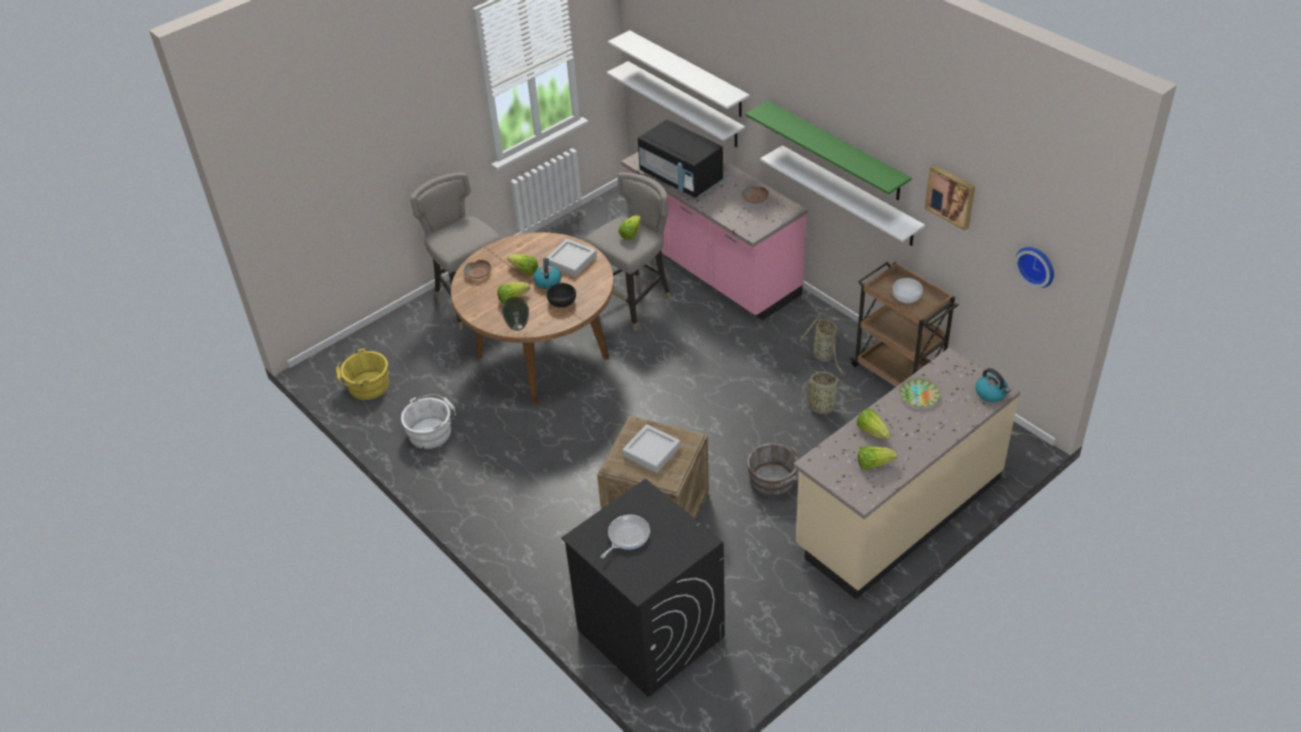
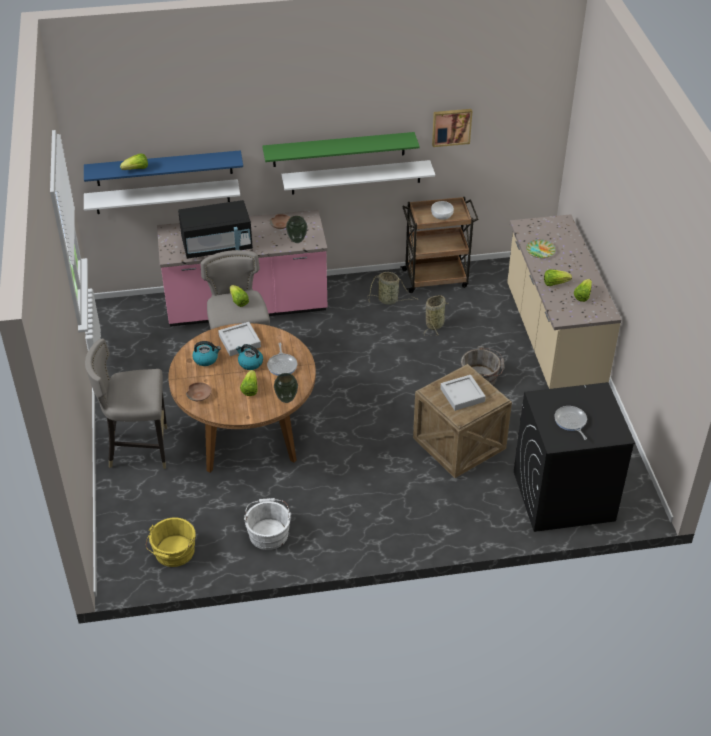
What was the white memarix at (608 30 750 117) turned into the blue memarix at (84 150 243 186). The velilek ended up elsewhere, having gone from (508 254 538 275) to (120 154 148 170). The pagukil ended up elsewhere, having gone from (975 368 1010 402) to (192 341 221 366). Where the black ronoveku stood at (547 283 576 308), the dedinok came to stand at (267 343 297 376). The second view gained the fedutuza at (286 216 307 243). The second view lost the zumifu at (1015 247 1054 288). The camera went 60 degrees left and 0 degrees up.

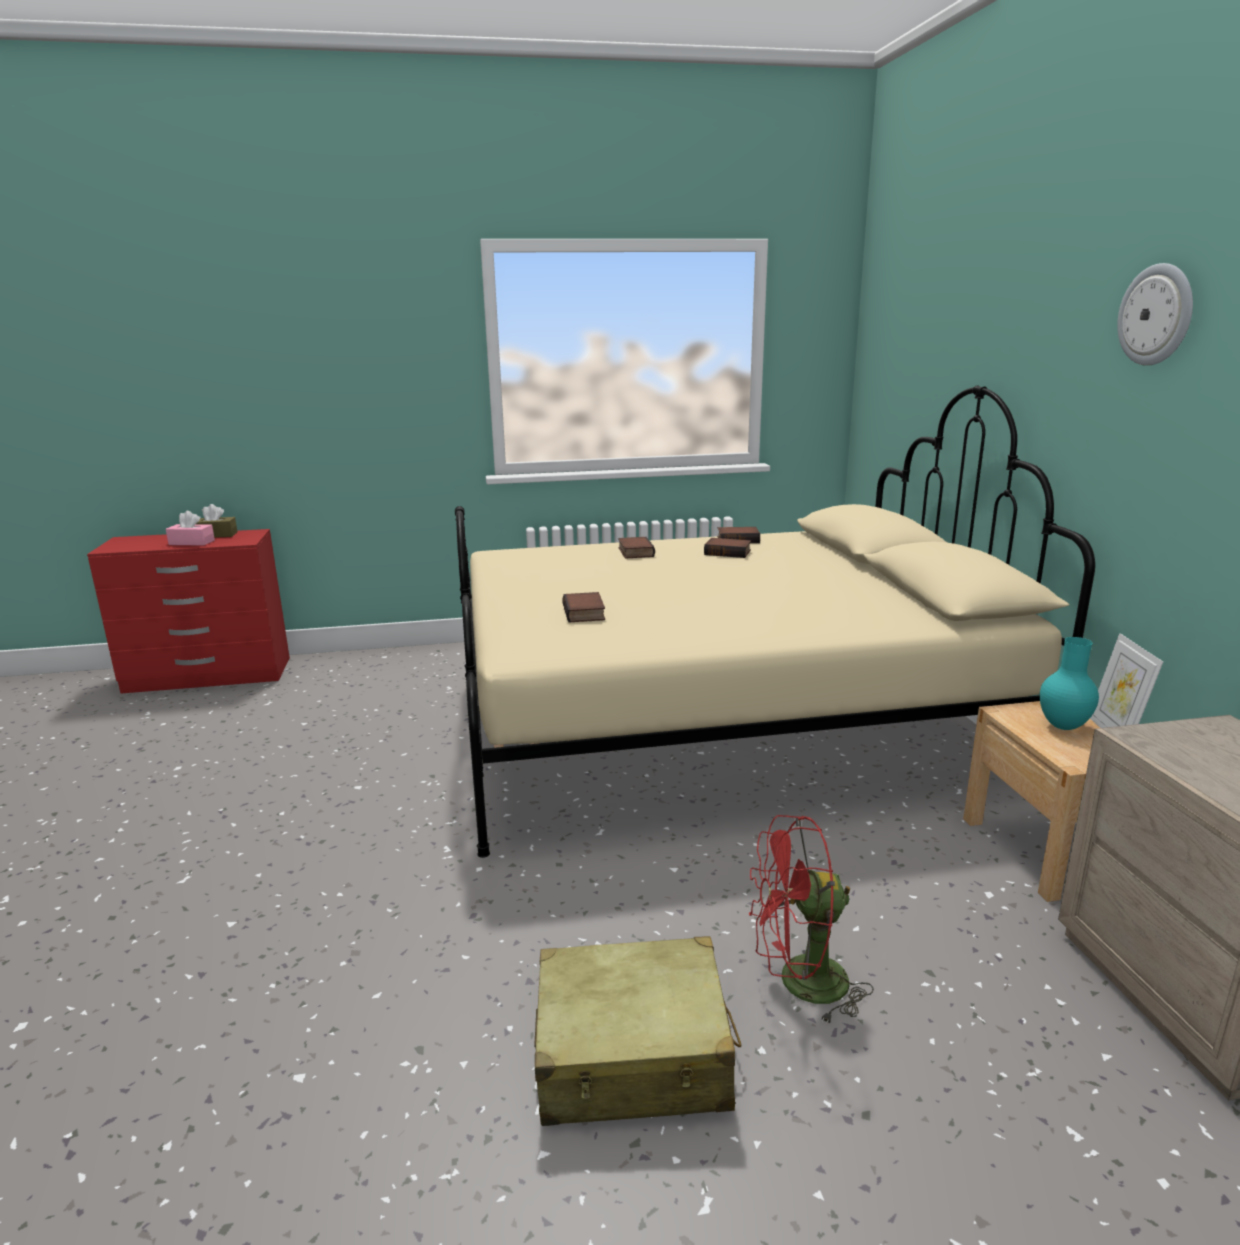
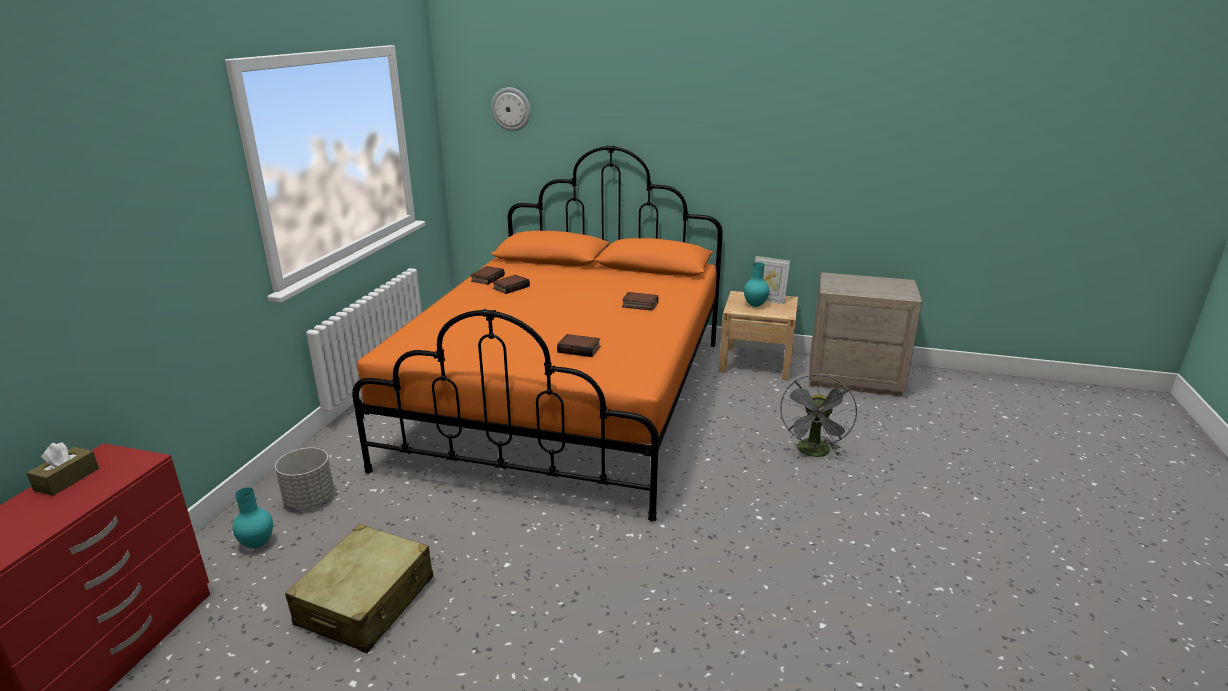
The second view gained the turquoise fedutuza at (232 487 273 548). The second view gained the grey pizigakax at (275 448 334 508). The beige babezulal ended up elsewhere, having gone from (534 936 742 1126) to (285 524 433 653). What was the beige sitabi at (455 385 1095 858) turned into the orange sitabi at (352 145 723 521). The zumifu ended up elsewhere, having gone from (1117 263 1193 366) to (491 87 531 131). The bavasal ended up elsewhere, having gone from (618 537 655 559) to (622 292 658 311). What was the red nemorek at (749 815 874 1026) turned into the grey nemorek at (780 374 857 457). The second view lost the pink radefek at (166 511 215 546). The camera went 65 degrees left and 5 degrees up.

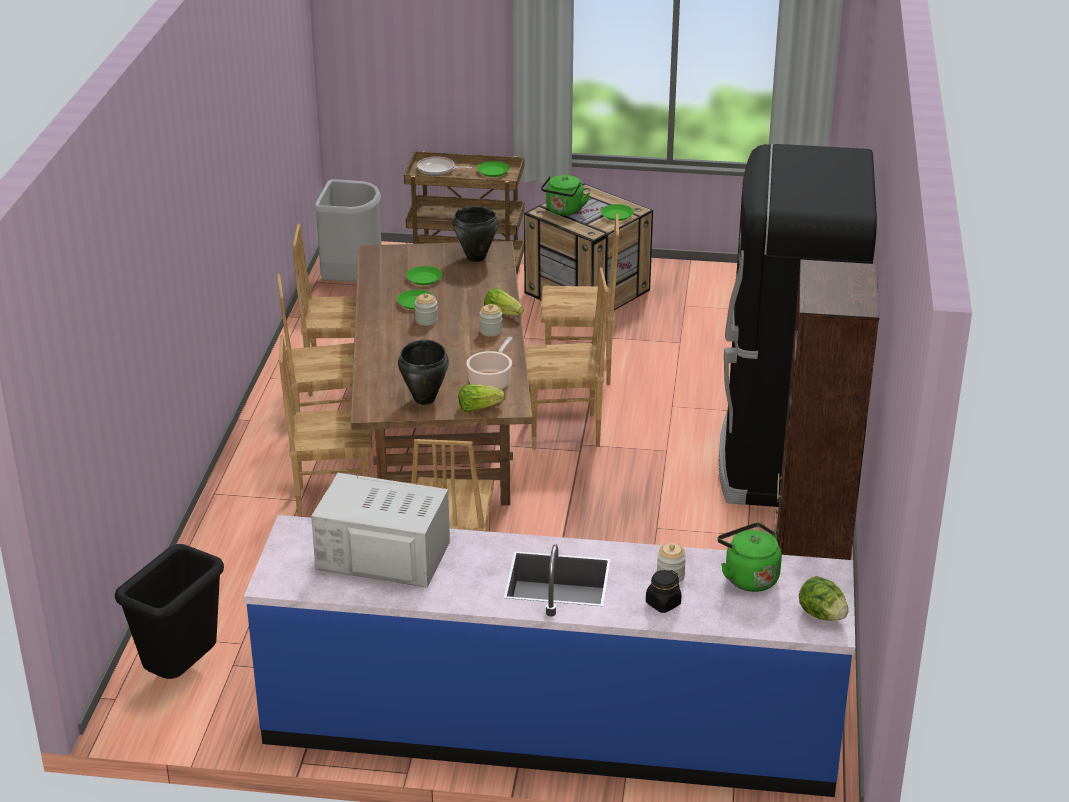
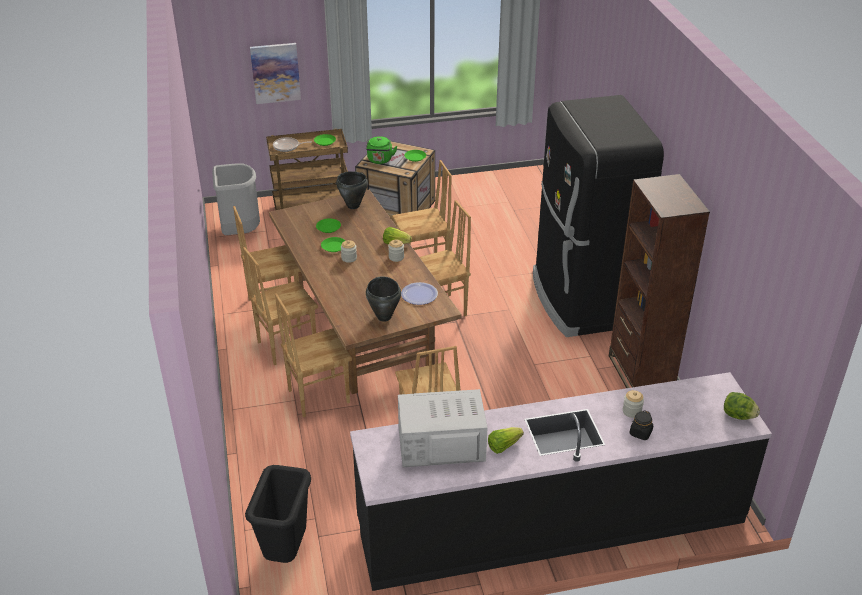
The second view gained the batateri at (250 43 301 104). What was the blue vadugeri at (244 515 855 797) turned into the black vadugeri at (350 372 772 591). Where the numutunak stood at (466 337 513 390), the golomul came to stand at (401 282 438 305). The velilek ended up elsewhere, having gone from (459 384 505 412) to (488 427 524 454). The second view lost the green pagukil at (718 523 782 592). The camera went 20 degrees left and 5 degrees up.

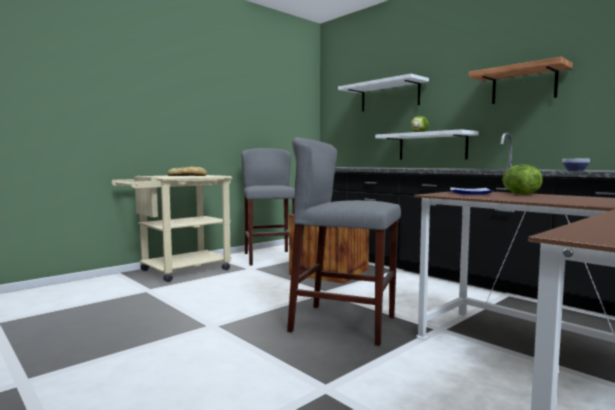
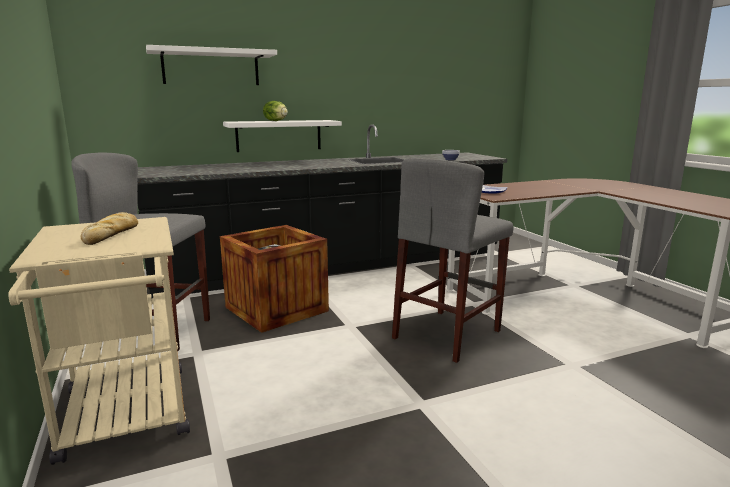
The second view lost the memarix at (468 57 573 104). The second view lost the velilek at (503 164 543 195). The camera went 70 degrees left and 10 degrees up.

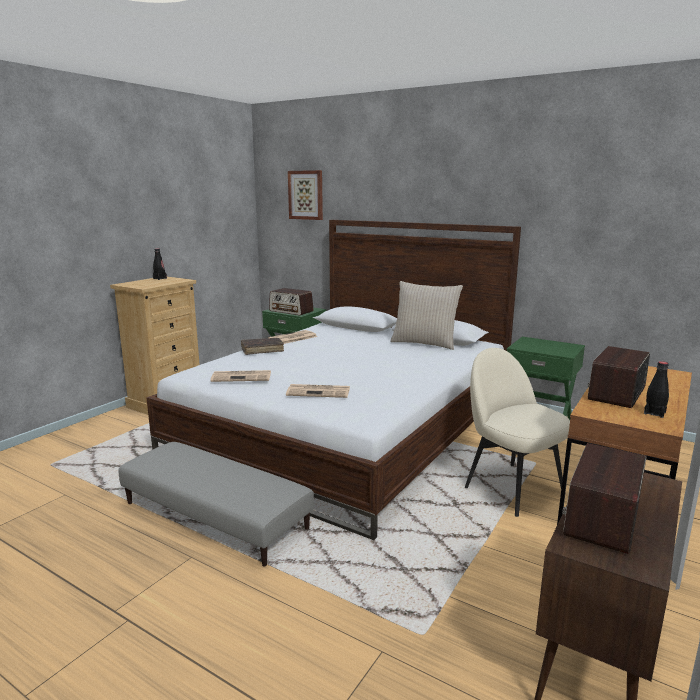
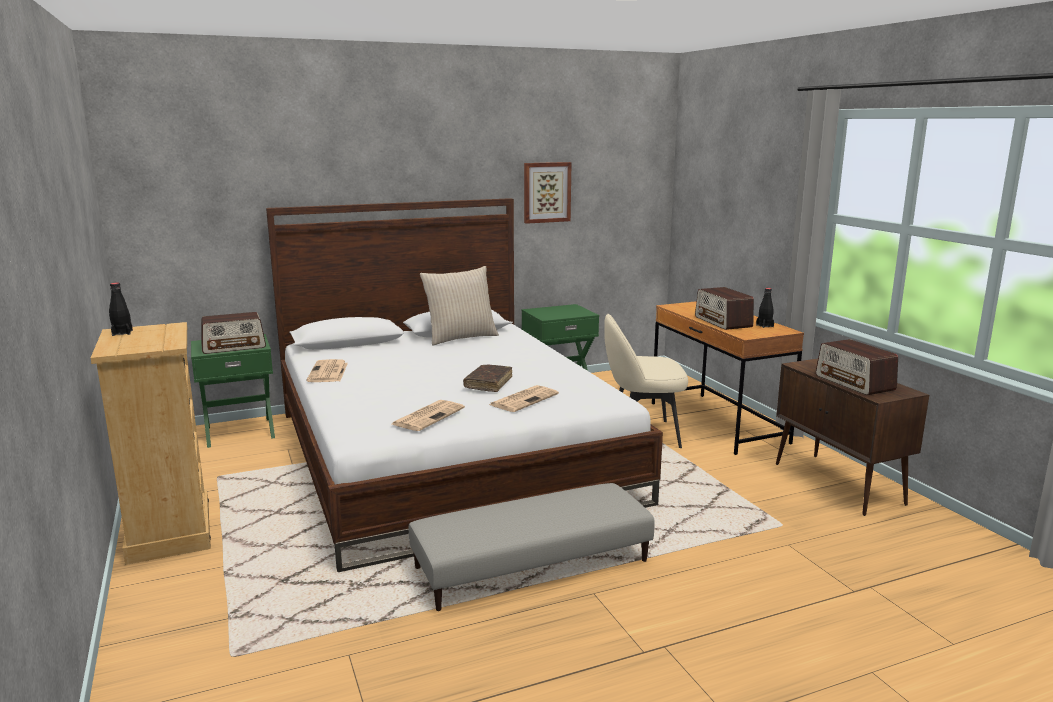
The brown bavasal ended up elsewhere, having gone from (241 338 284 355) to (463 364 512 392). The batateri ended up elsewhere, having gone from (288 170 323 220) to (524 162 572 224). The camera went 55 degrees left and 0 degrees up.

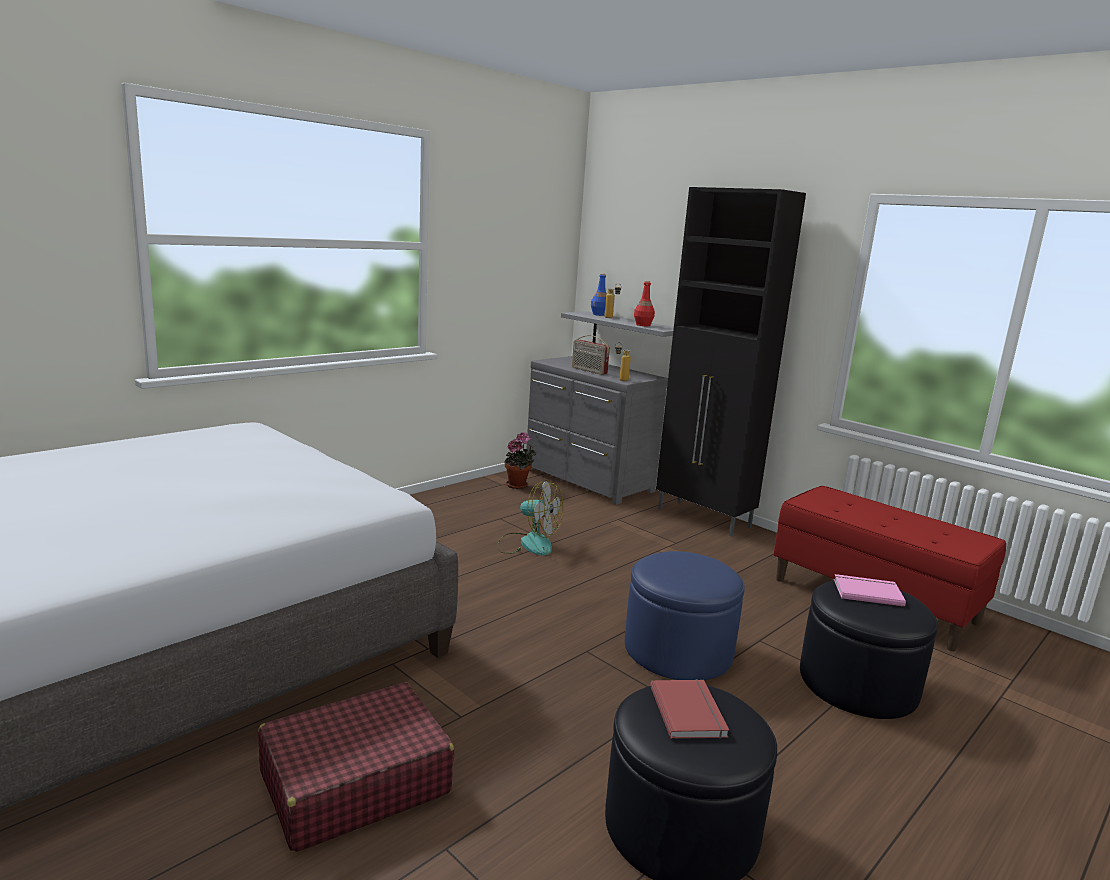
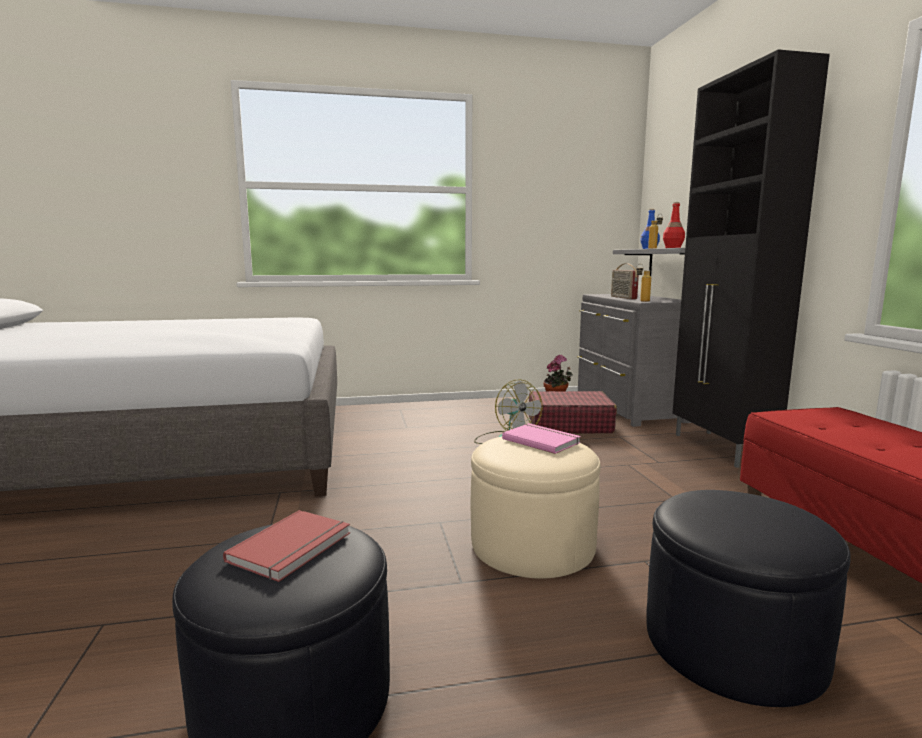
What was the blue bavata at (625 551 745 680) turned into the beige bavata at (471 437 601 579). The pink bavasal ended up elsewhere, having gone from (834 574 906 607) to (502 423 581 454). The red babezulal ended up elsewhere, having gone from (258 682 454 852) to (529 391 617 433). The camera went 35 degrees right and 5 degrees down.

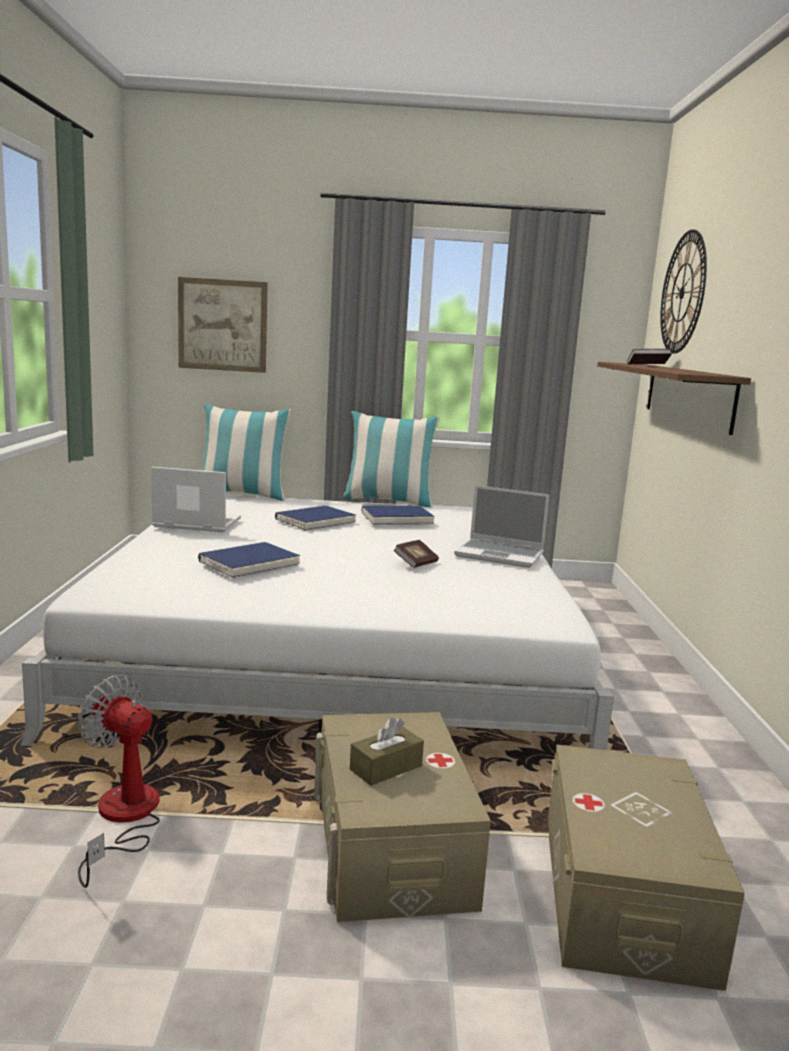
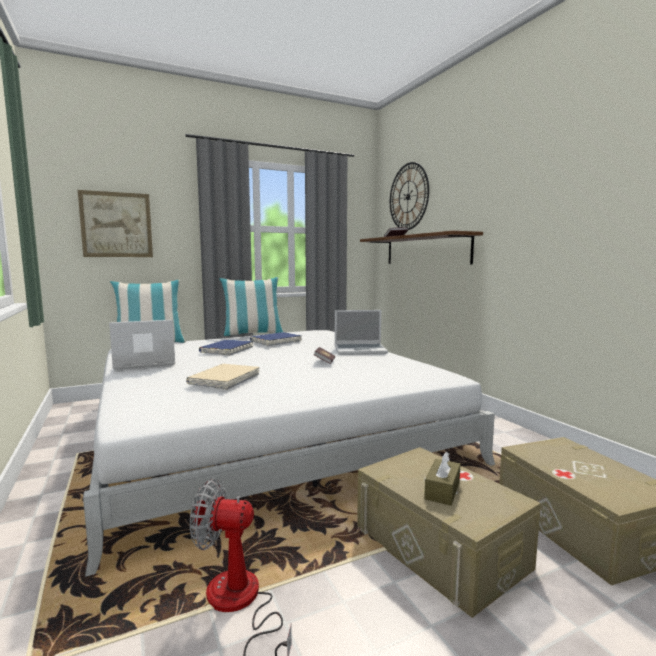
What was the blue bavasal at (198 542 300 579) turned into the beige bavasal at (186 364 260 390). The camera went 25 degrees left and 5 degrees down.

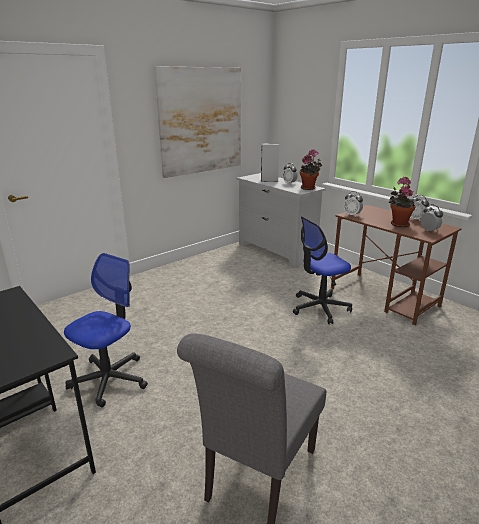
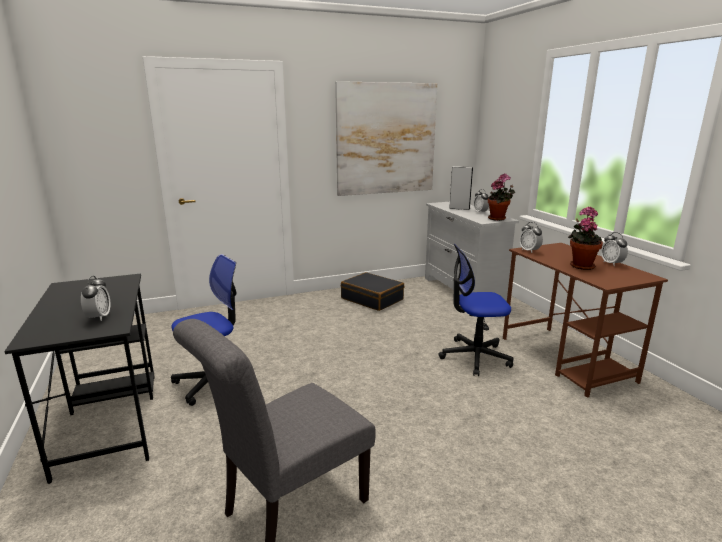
The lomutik ended up elsewhere, having gone from (420 204 443 232) to (81 276 110 321). The second view gained the black babezulal at (341 272 404 311). The camera went 20 degrees right and 5 degrees down.

